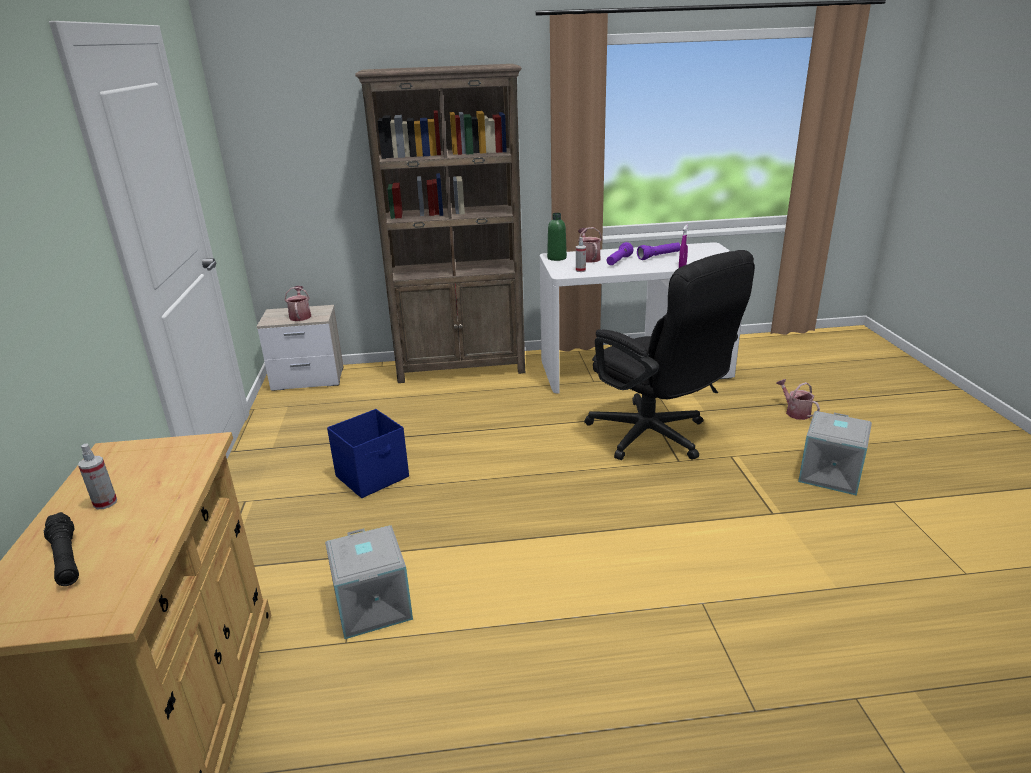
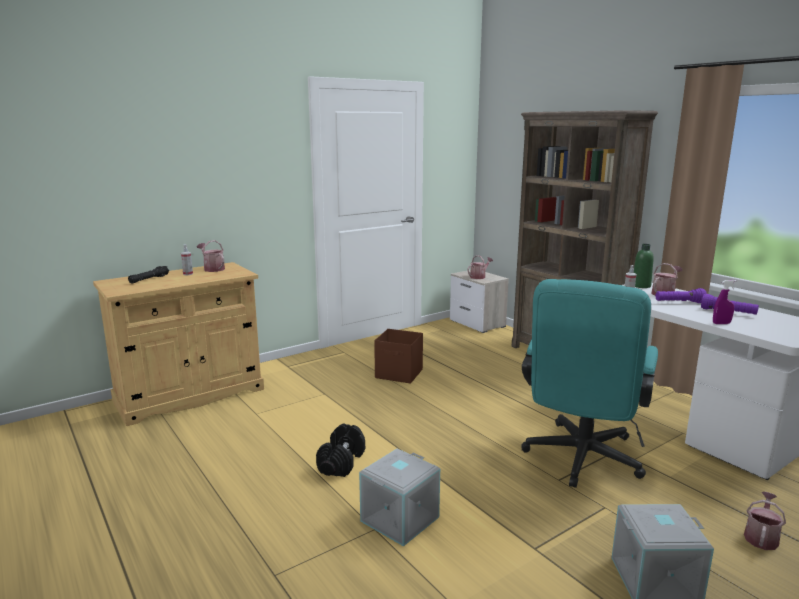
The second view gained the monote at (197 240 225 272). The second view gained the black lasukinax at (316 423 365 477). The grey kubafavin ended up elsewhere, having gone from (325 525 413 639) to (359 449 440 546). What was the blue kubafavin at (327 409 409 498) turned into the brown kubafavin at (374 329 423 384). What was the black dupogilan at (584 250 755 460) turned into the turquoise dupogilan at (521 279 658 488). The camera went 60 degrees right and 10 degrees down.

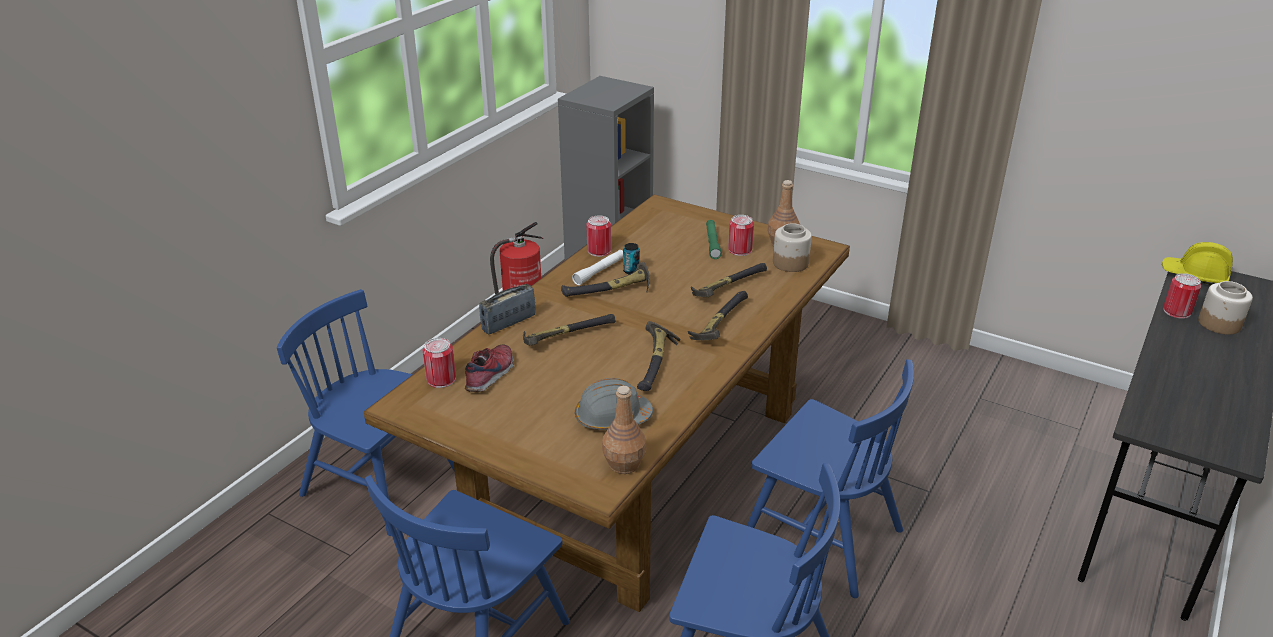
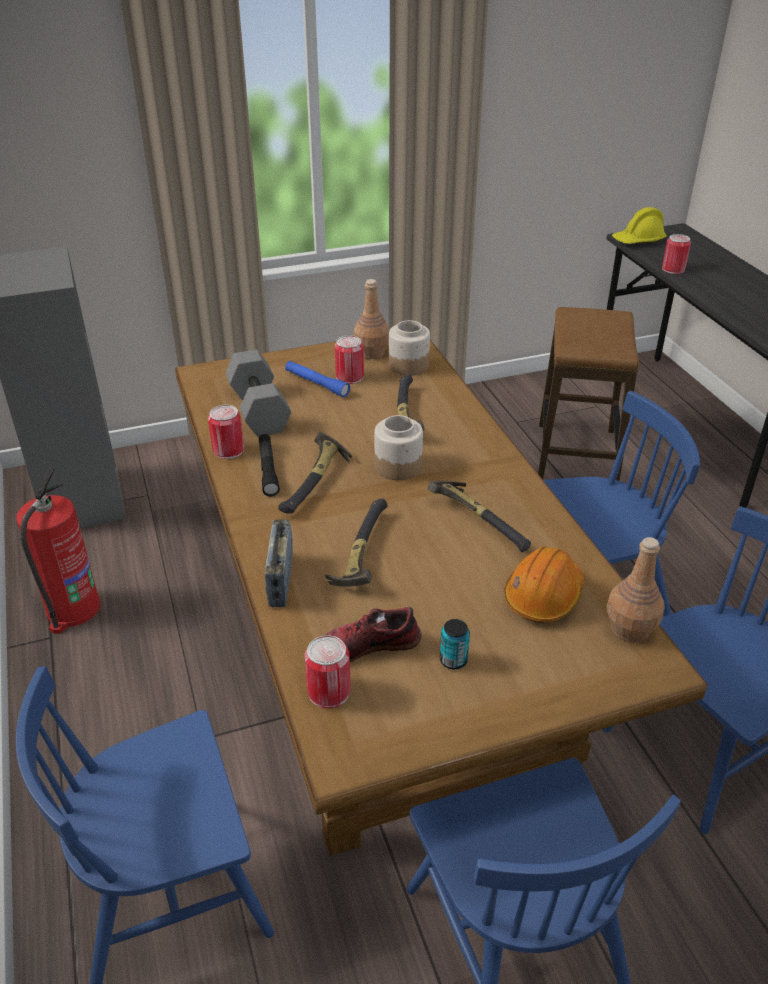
The second view gained the grey lasukinax at (226 350 291 437). What was the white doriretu at (572 250 623 285) turned into the black doriretu at (259 434 280 496). What was the green doriretu at (706 220 722 259) turned into the blue doriretu at (285 361 350 397). The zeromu at (465 345 514 392) ended up facing another way, 75 degrees counterclockwise from before. The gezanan ended up elsewhere, having gone from (1198 281 1253 335) to (374 415 423 480). The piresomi ended up elsewhere, having gone from (623 243 640 274) to (440 619 470 670). What was the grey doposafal at (575 378 653 430) turned into the orange doposafal at (504 546 584 623). The second view gained the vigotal at (538 307 639 481). The second view lost the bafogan at (688 291 748 340). The camera went 50 degrees left and 5 degrees up.

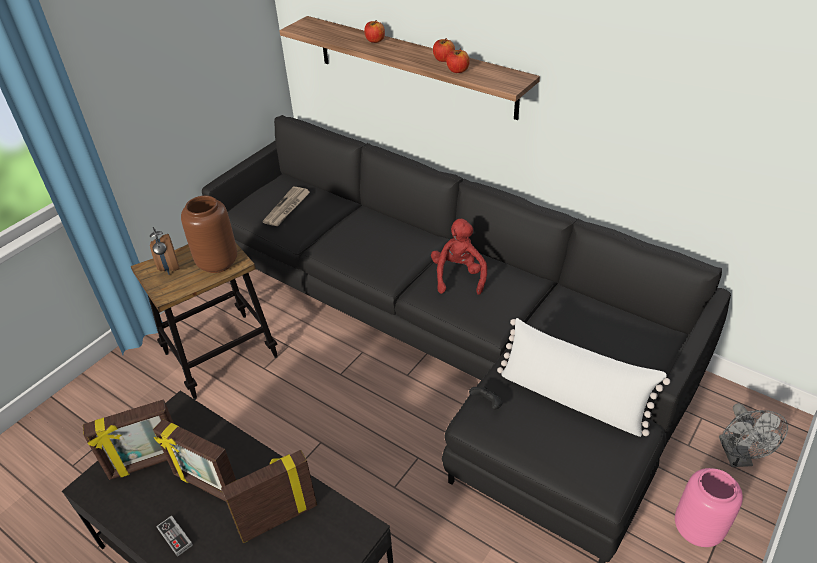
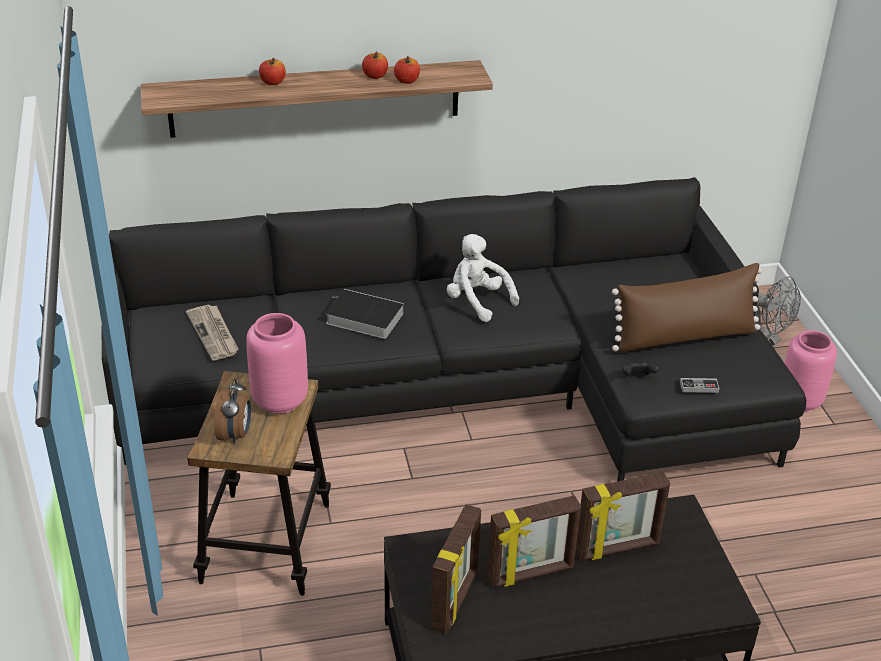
The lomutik at (150 227 180 275) ended up facing another way, 105 degrees counterclockwise from before. What was the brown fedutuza at (181 196 237 273) turned into the pink fedutuza at (246 313 308 414). The second view gained the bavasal at (325 289 404 339). What was the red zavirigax at (431 219 487 295) turned into the white zavirigax at (447 234 519 322). The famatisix at (221 450 317 543) ended up facing another way, 120 degrees counterclockwise from before. What was the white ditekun at (497 318 670 437) turned into the brown ditekun at (612 263 762 353). The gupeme ended up elsewhere, having gone from (156 515 193 557) to (680 378 720 393). The camera went 50 degrees left and 5 degrees down.

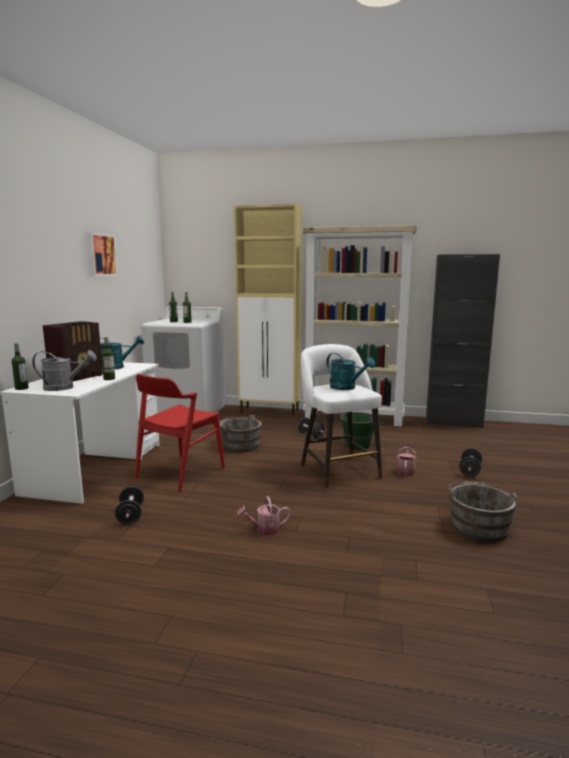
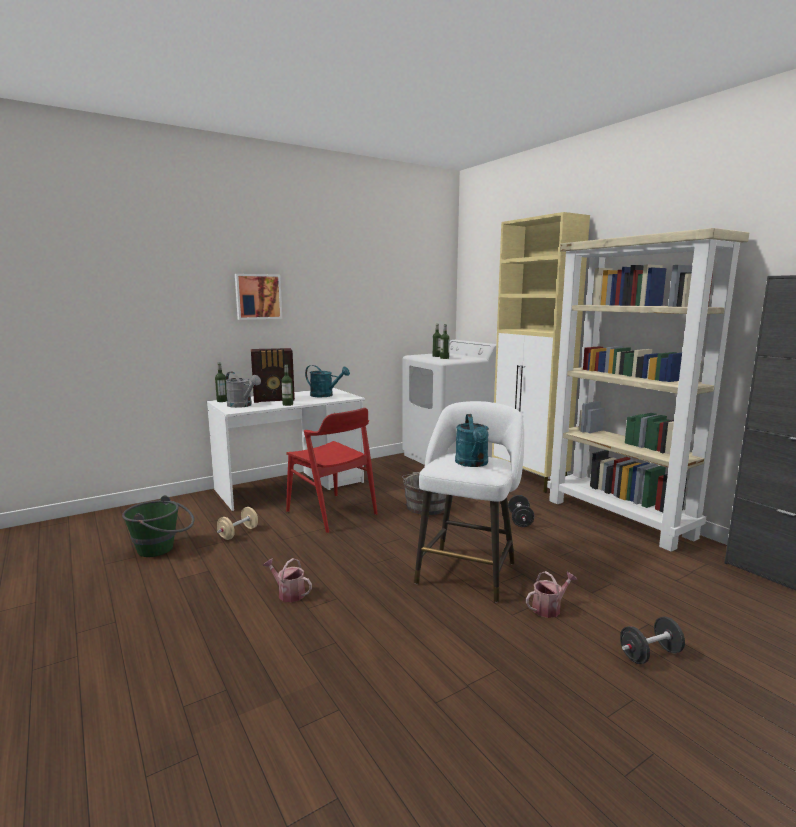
The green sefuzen ended up elsewhere, having gone from (341 412 385 450) to (122 495 194 557). What was the black lasukinax at (115 486 144 524) turned into the beige lasukinax at (217 507 258 540). The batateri ended up elsewhere, having gone from (87 233 118 276) to (235 274 282 320). The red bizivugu at (135 374 225 493) ended up facing another way, 120 degrees counterclockwise from before. The second view lost the grey sefuzen at (449 481 517 543). The camera went 45 degrees right and 0 degrees up.

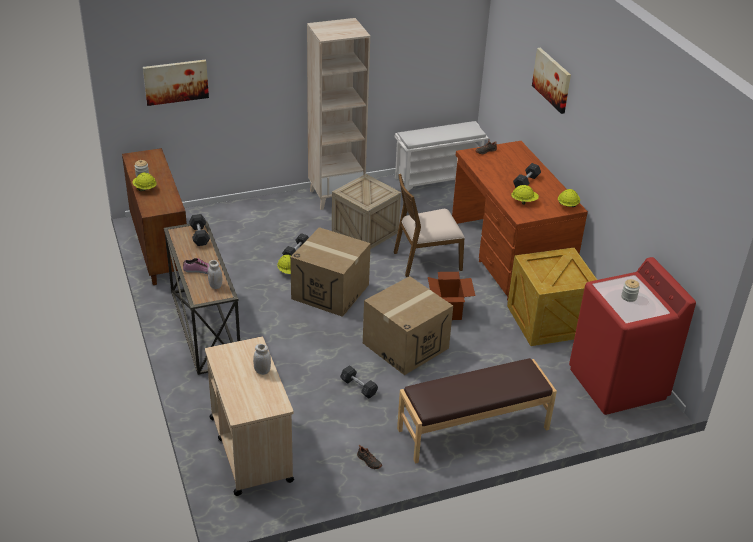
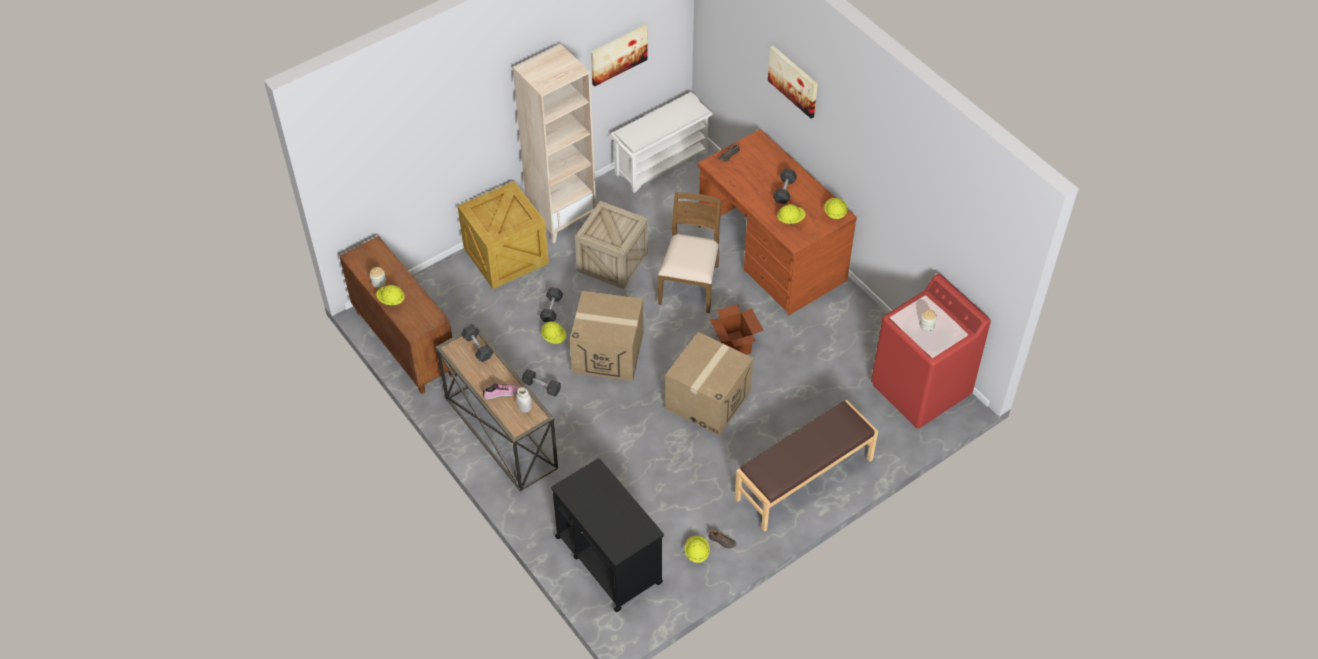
The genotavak ended up elsewhere, having gone from (507 248 597 346) to (457 181 549 289). The grey lasukinax ended up elsewhere, having gone from (340 365 378 399) to (522 369 561 397). What was the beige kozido at (205 337 294 496) turned into the black kozido at (551 458 664 612). The batateri ended up elsewhere, having gone from (143 60 209 106) to (591 25 648 86). The brown bizivugu at (394 174 465 277) ended up facing another way, 135 degrees clockwise from before. The second view gained the yellow doposafal at (685 535 710 563). The second view lost the white gezanan at (253 344 271 375). The camera went 15 degrees left and 15 degrees up.

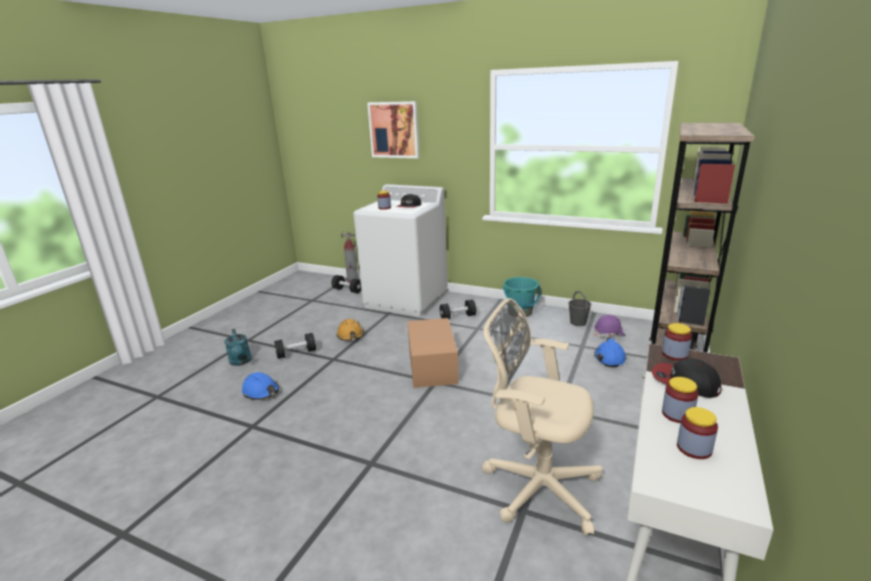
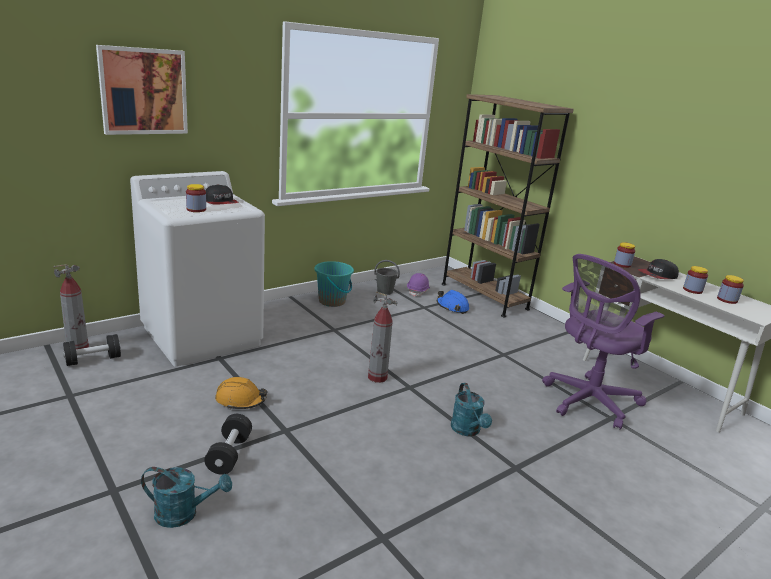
Where the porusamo stood at (408 318 459 388), the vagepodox came to stand at (368 291 398 383). The second view gained the turquoise monote at (451 383 492 436). What was the beige dupogilan at (482 298 602 536) turned into the purple dupogilan at (542 254 665 430). The second view lost the blue doposafal at (242 372 279 400). The second view lost the black lasukinax at (440 300 476 320). The camera went 65 degrees left and 0 degrees up.

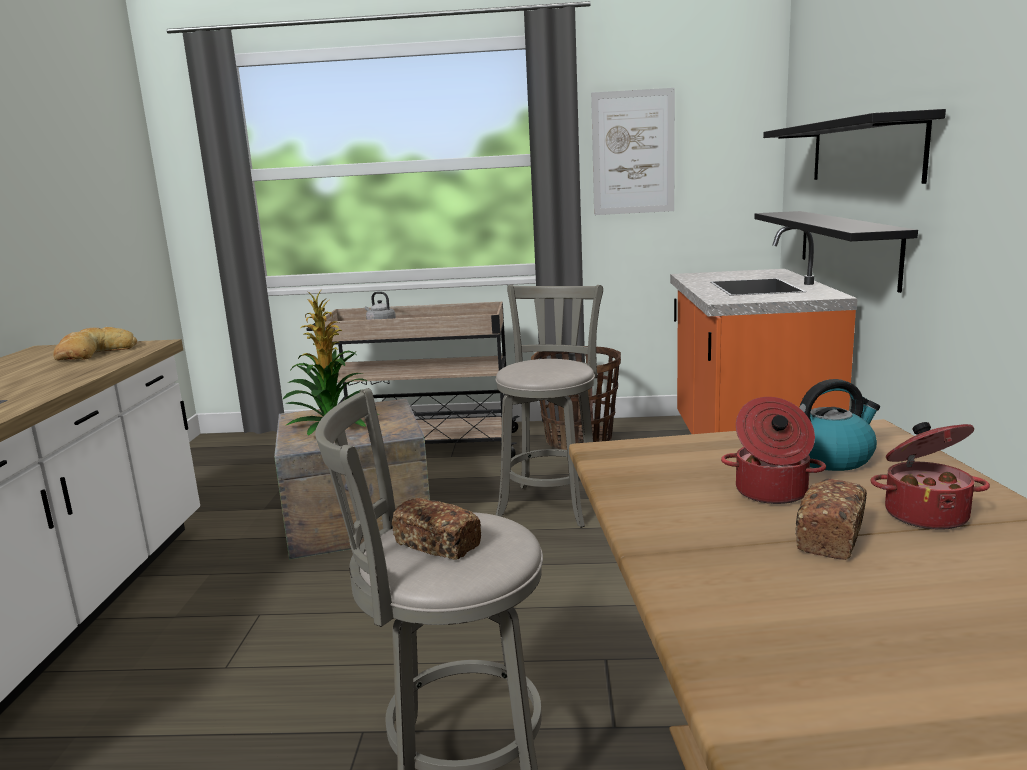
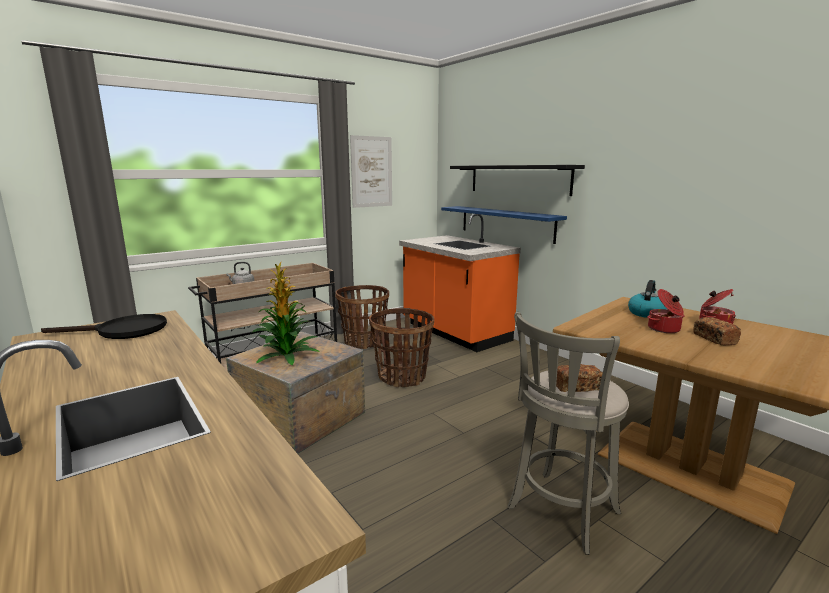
Where the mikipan stood at (53 327 137 360), the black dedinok came to stand at (41 314 167 339). Where the grey vigotal stood at (496 285 603 528), the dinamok came to stand at (369 308 434 387). What was the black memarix at (754 211 918 293) turned into the blue memarix at (441 206 567 244). The camera went 40 degrees left and 0 degrees up.

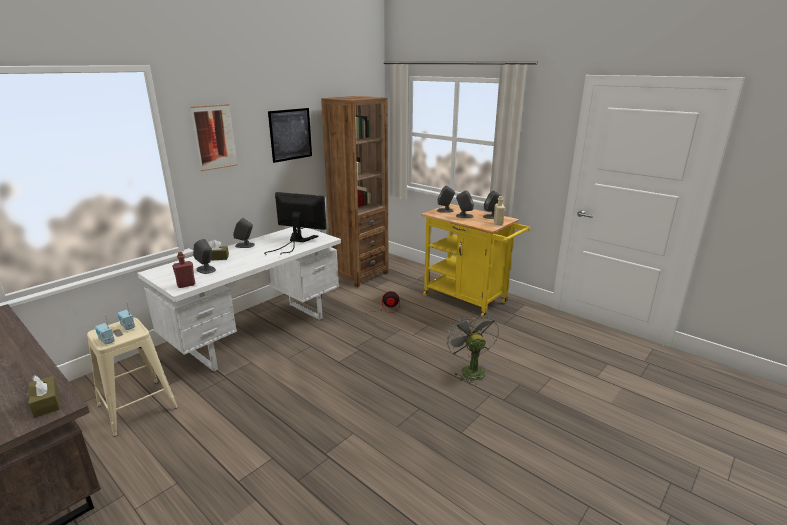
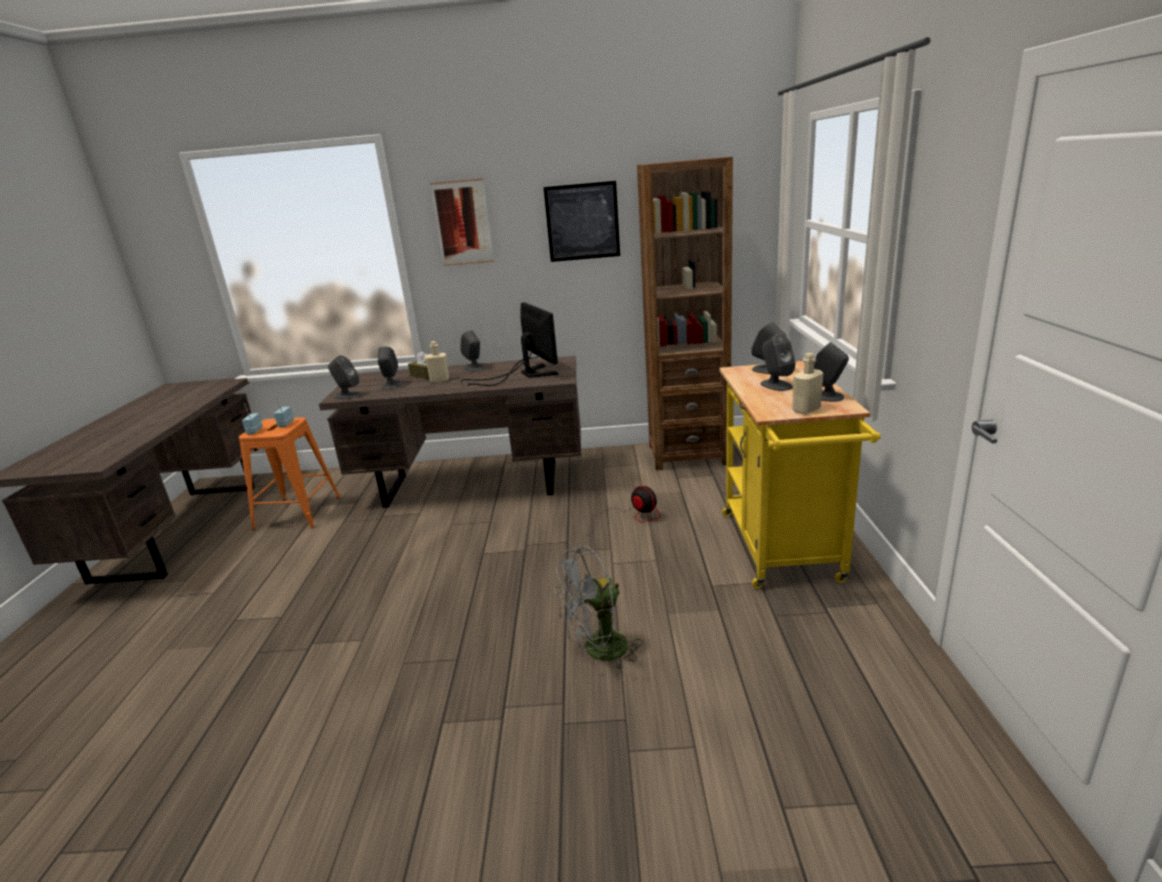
What was the beige vigotal at (87 318 178 437) turned into the orange vigotal at (239 417 340 530). What was the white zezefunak at (137 227 341 372) turned into the brown zezefunak at (319 356 581 508). Where the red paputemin stood at (172 252 195 288), the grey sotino came to stand at (328 355 362 399). The second view gained the beige paputemin at (425 341 449 383). The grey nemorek at (446 311 499 385) ended up facing another way, 150 degrees counterclockwise from before. The second view lost the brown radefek at (29 375 60 418). The camera went 50 degrees right and 0 degrees up.

